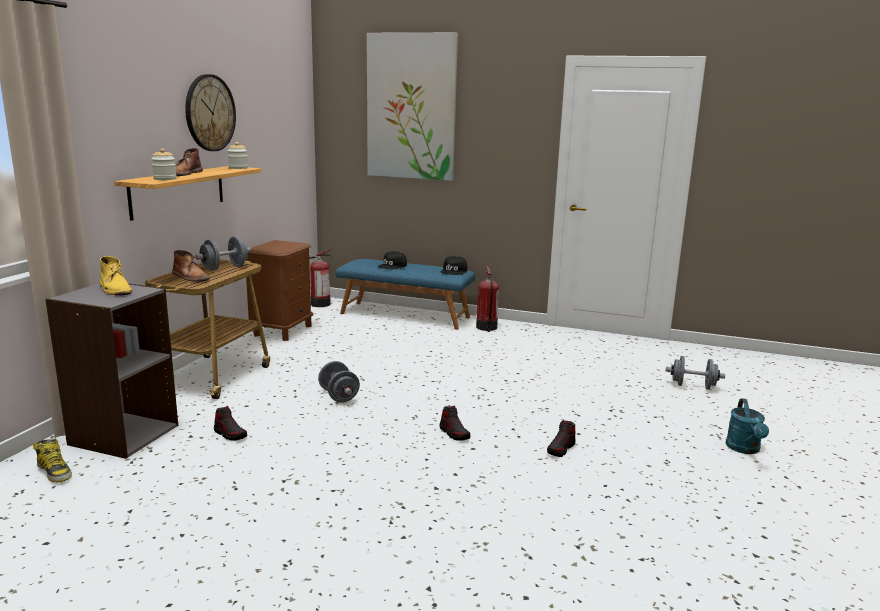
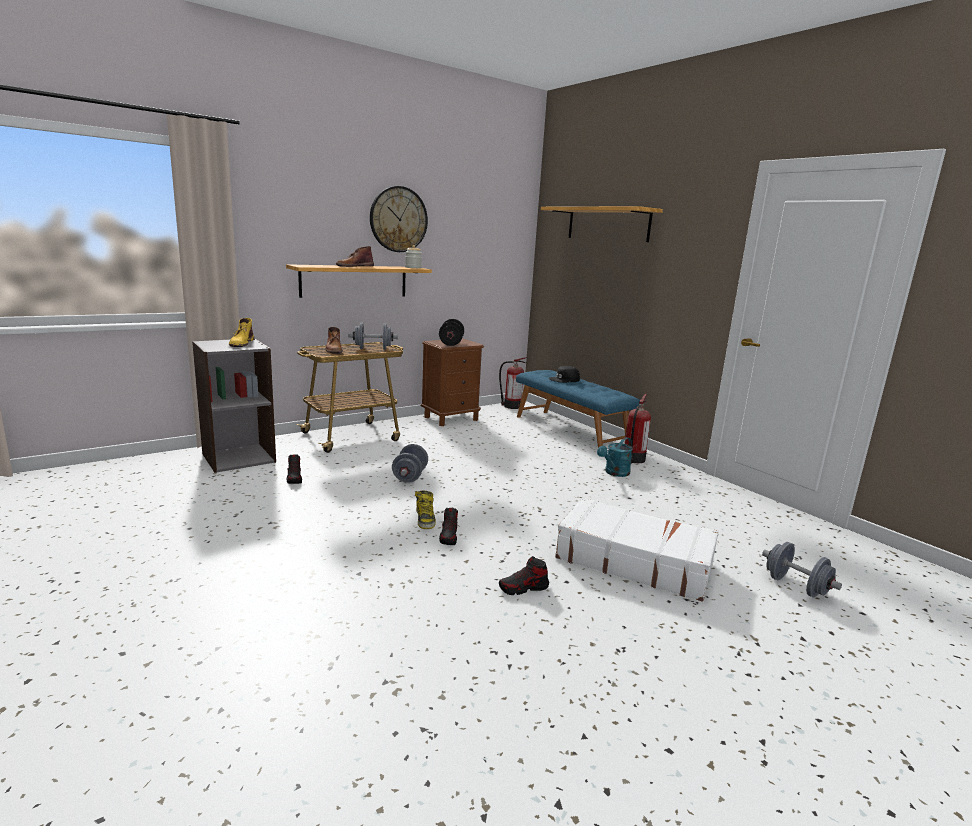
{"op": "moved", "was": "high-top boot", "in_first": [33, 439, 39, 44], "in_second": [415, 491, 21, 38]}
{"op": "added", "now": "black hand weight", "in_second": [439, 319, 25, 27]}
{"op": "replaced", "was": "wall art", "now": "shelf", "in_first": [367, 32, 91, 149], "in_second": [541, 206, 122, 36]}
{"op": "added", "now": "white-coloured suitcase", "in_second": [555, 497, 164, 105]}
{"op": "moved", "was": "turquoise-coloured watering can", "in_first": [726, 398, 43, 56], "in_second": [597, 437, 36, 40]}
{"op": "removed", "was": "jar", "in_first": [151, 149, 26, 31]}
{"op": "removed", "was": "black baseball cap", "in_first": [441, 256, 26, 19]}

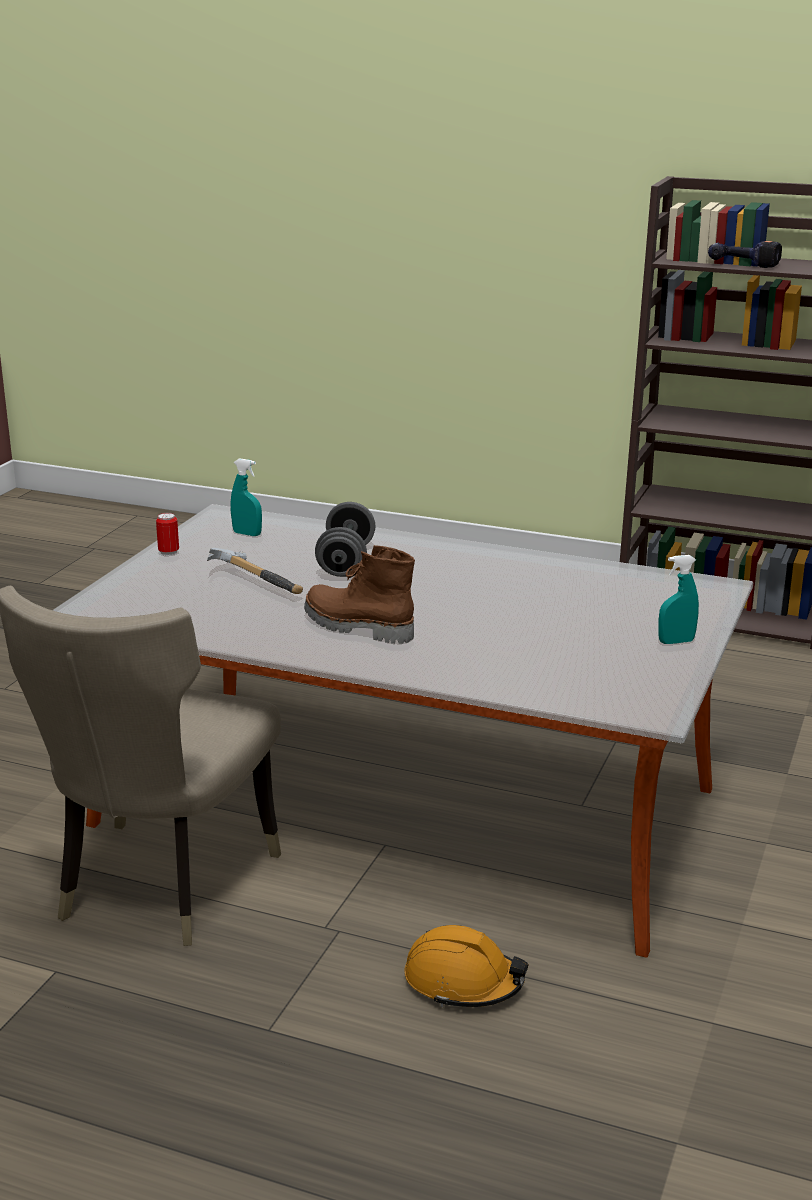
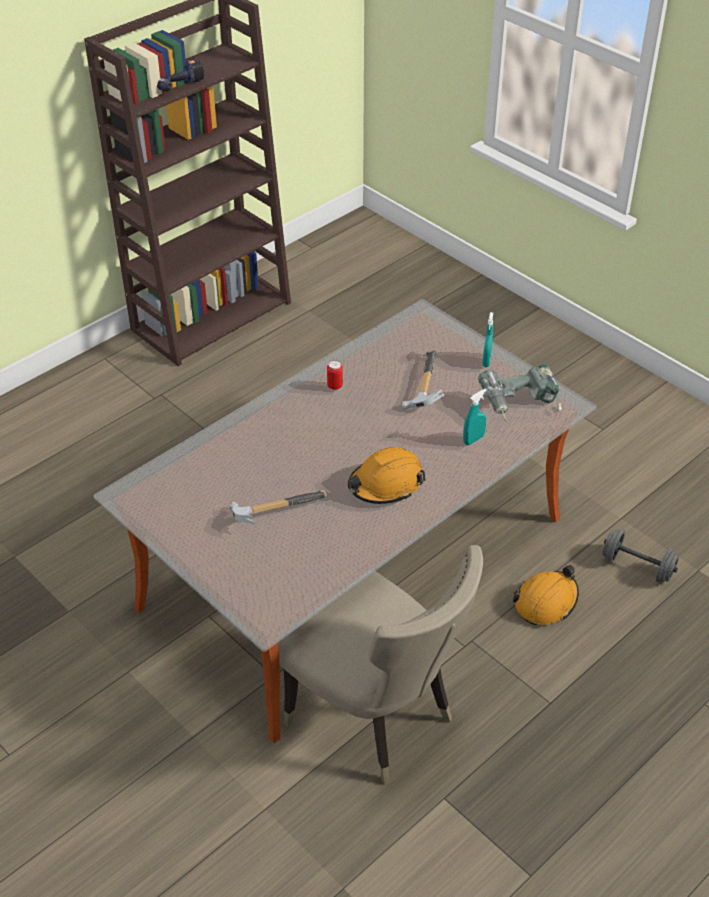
{"op": "moved", "was": "metal can", "in_first": [156, 513, 23, 43], "in_second": [327, 361, 16, 30]}
{"op": "replaced", "was": "brownish high-top boot", "now": "orange safety helmet", "in_first": [304, 545, 111, 99], "in_second": [348, 447, 78, 57]}
{"op": "added", "now": "tool hammer", "in_second": [402, 350, 42, 60]}
{"op": "moved", "was": "turquoise-coloured sprayer", "in_first": [231, 458, 31, 78], "in_second": [463, 389, 23, 56]}
{"op": "added", "now": "drill", "in_second": [478, 364, 84, 58]}
{"op": "moved", "was": "grey hand weight", "in_first": [315, 502, 60, 75], "in_second": [602, 529, 77, 53]}

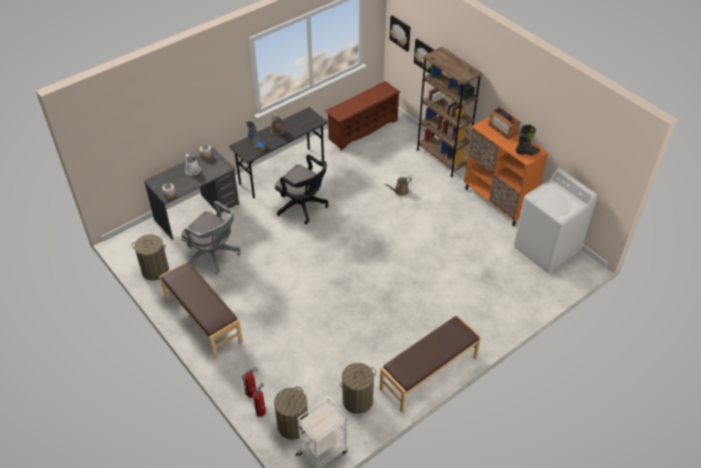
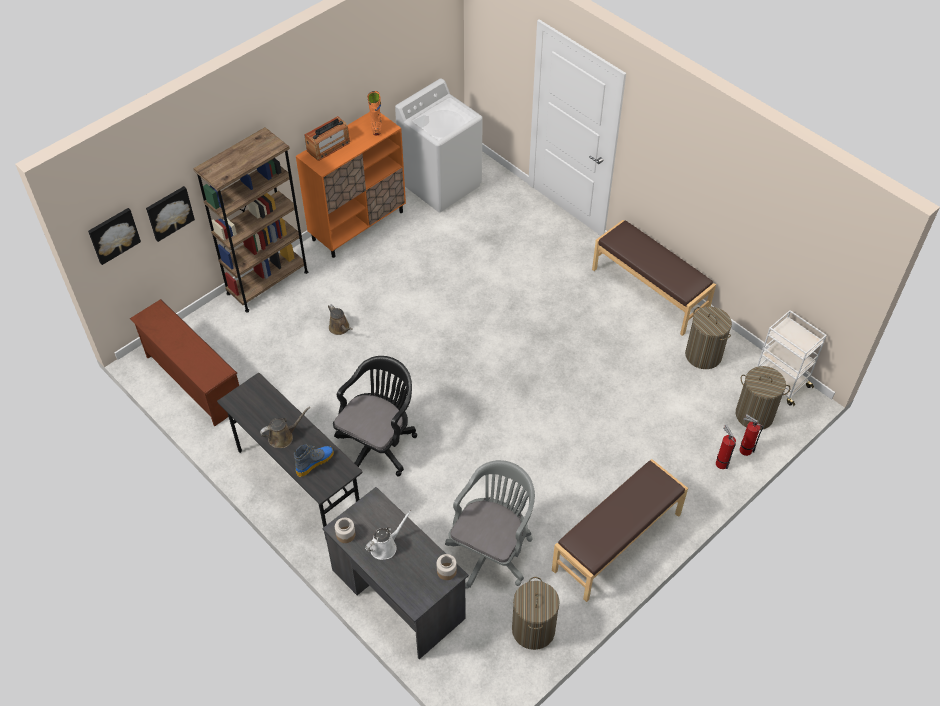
{"op": "recoloured", "was": "black high-top boot", "now": "orange high-top boot", "in_first": [516, 125, 24, 30], "in_second": [367, 91, 15, 44]}

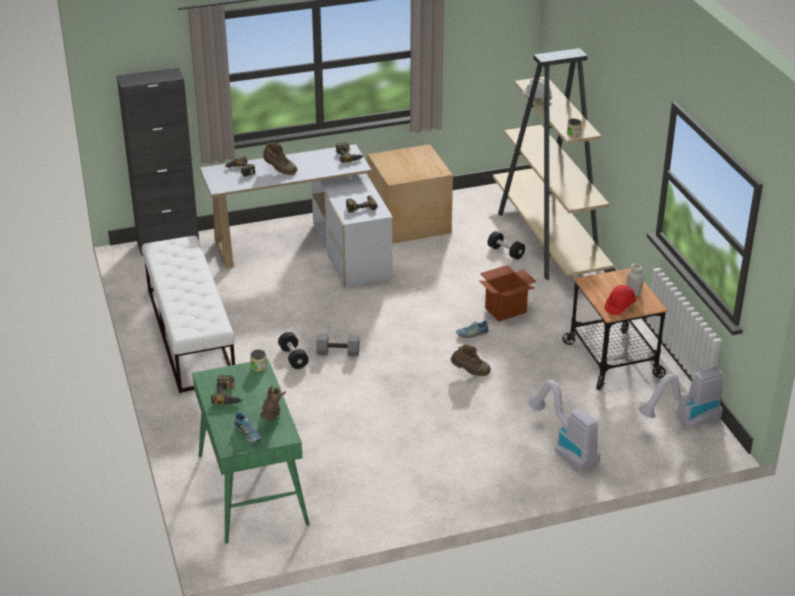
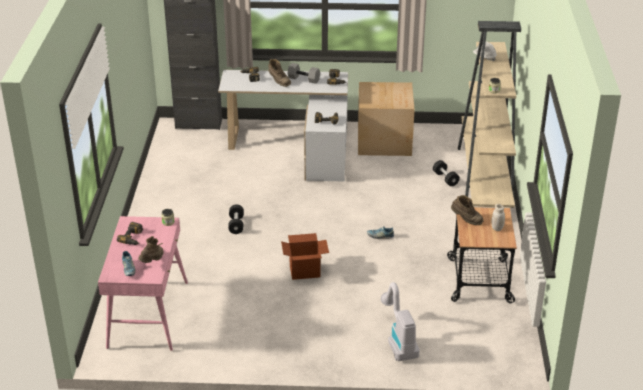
{"op": "recoloured", "was": "green-coloured desk unit", "now": "pink desk unit", "in_first": [192, 359, 118, 185], "in_second": [98, 216, 90, 135]}
{"op": "moved", "was": "packing box", "in_first": [479, 265, 58, 56], "in_second": [281, 233, 48, 47]}
{"op": "moved", "was": "grey hand weight", "in_first": [316, 334, 43, 22], "in_second": [287, 63, 33, 21]}
{"op": "moved", "was": "brownish high-top boot", "in_first": [451, 344, 40, 32], "in_second": [451, 195, 33, 30]}
{"op": "removed", "was": "white-coloured bench", "in_first": [142, 236, 93, 157]}
{"op": "removed", "was": "red safety helmet", "in_first": [604, 285, 32, 30]}
{"op": "removed", "was": "hoover", "in_first": [639, 367, 84, 61]}

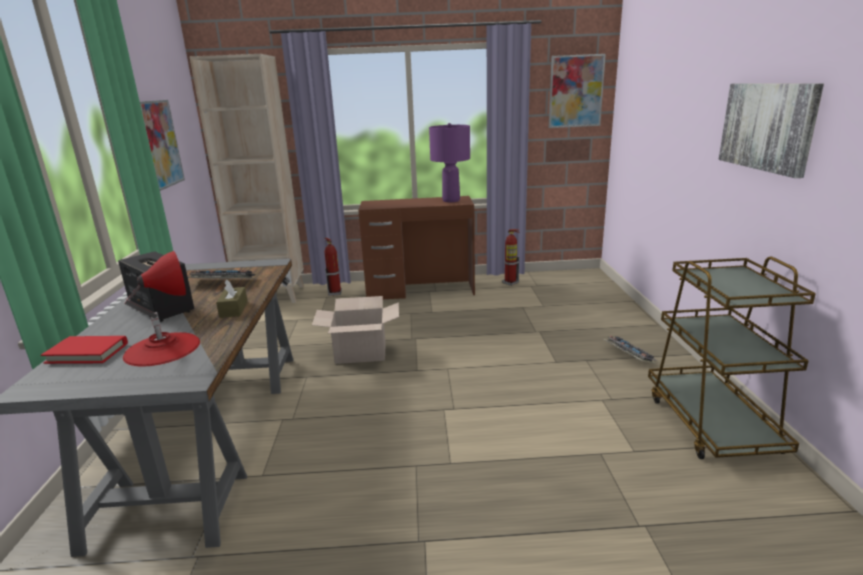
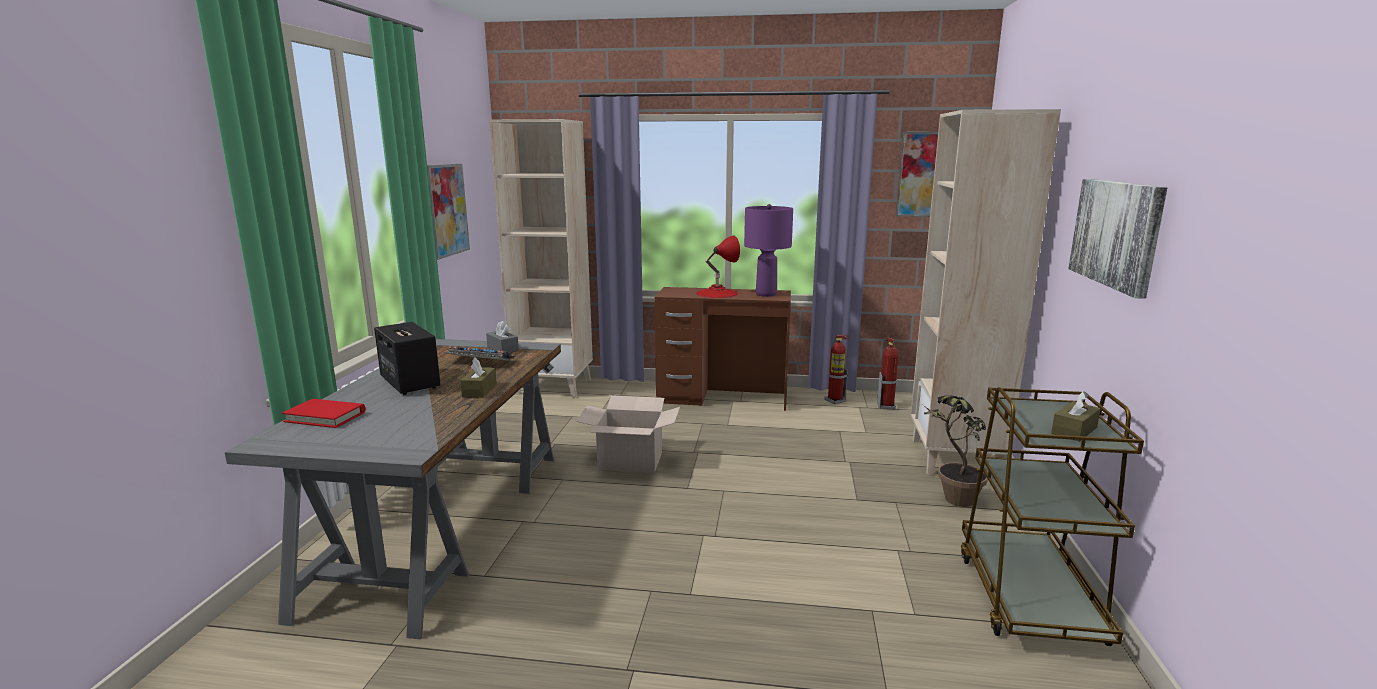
{"op": "added", "now": "grey tissue holder", "in_second": [486, 321, 33, 31]}
{"op": "moved", "was": "red lamp for a table", "in_first": [123, 251, 77, 116], "in_second": [696, 236, 44, 62]}
{"op": "moved", "was": "extinguisher", "in_first": [324, 238, 18, 58], "in_second": [877, 337, 21, 73]}
{"op": "added", "now": "beige bookcase", "in_second": [910, 109, 151, 367]}
{"op": "replaced", "was": "keyboard", "now": "potted plant", "in_first": [604, 335, 53, 29], "in_second": [923, 395, 65, 112]}
{"op": "added", "now": "brownish tissue holder", "in_second": [1051, 391, 50, 51]}

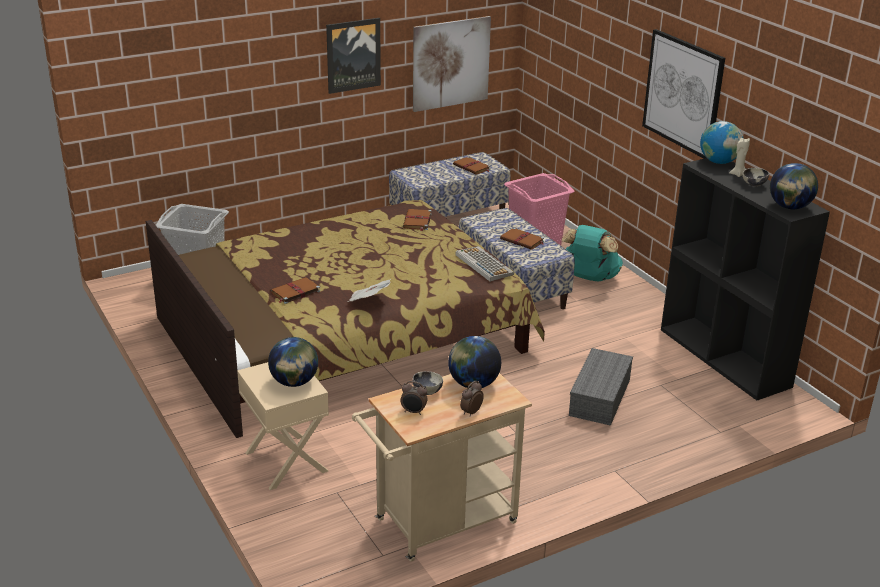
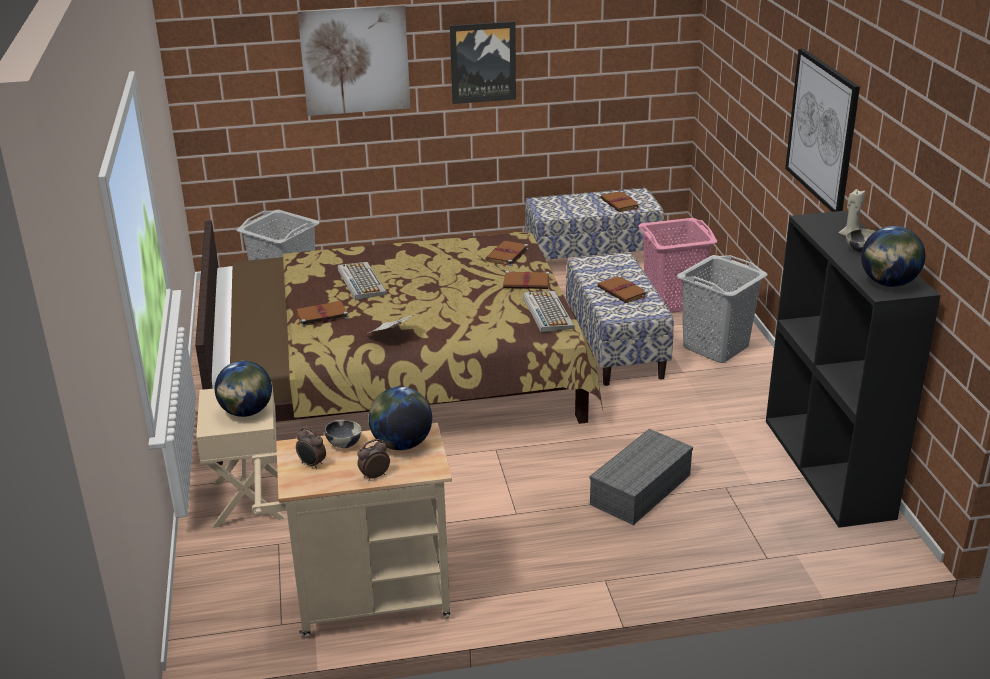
{"op": "moved", "was": "wall art", "in_first": [413, 16, 78, 96], "in_second": [297, 5, 114, 111]}
{"op": "added", "now": "keyboard", "in_second": [338, 262, 49, 38]}
{"op": "added", "now": "brownish volume", "in_second": [503, 271, 50, 18]}
{"op": "replaced", "was": "turquoise-coloured backpack", "now": "grey laundry basket", "in_first": [562, 225, 61, 56], "in_second": [677, 255, 91, 108]}
{"op": "removed", "was": "globe", "in_first": [700, 121, 44, 43]}

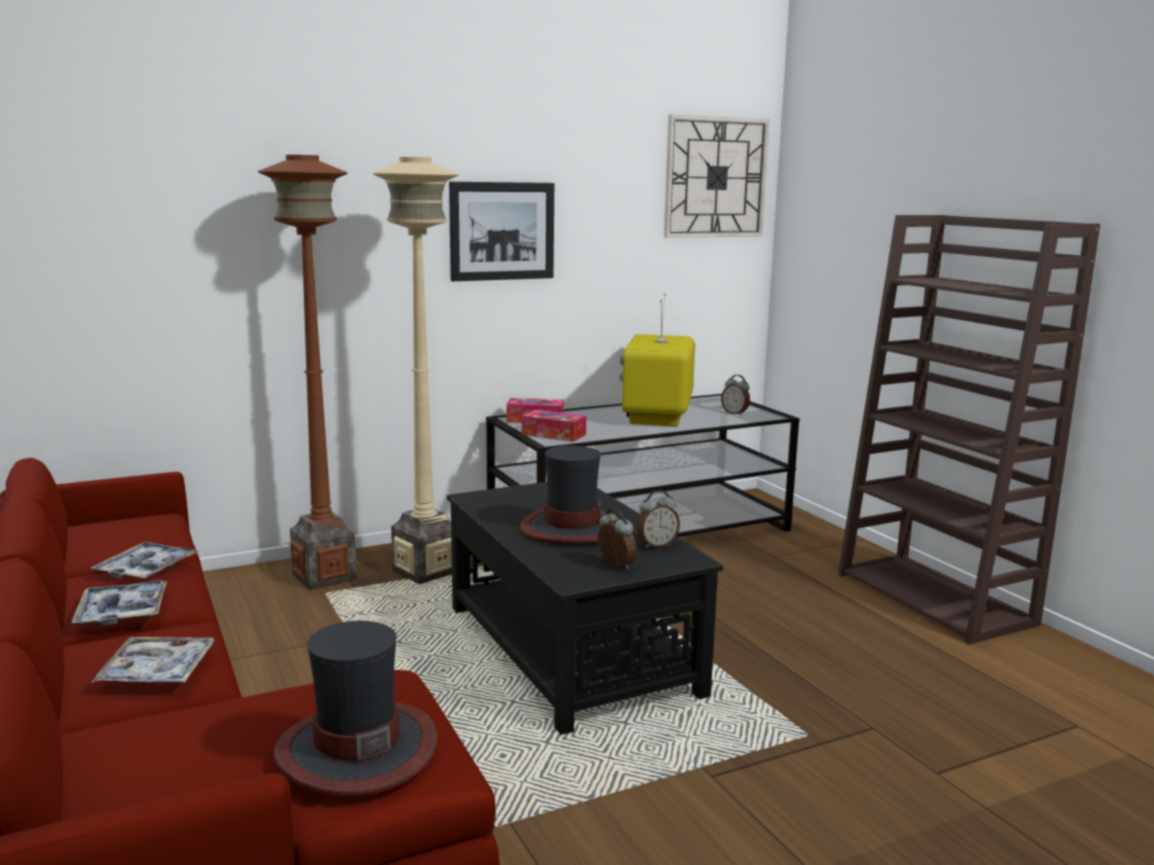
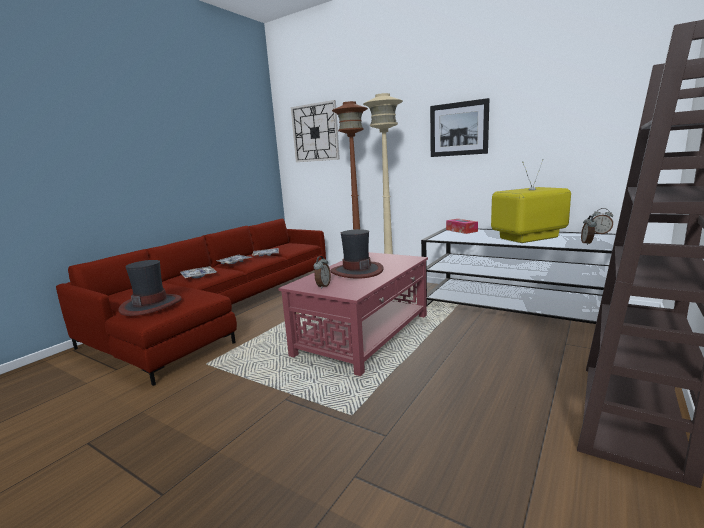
{"op": "recoloured", "was": "black coffee table", "now": "red coffee table", "in_first": [447, 482, 276, 253], "in_second": [278, 252, 150, 124]}
{"op": "moved", "was": "hanging clock", "in_first": [664, 115, 106, 123], "in_second": [291, 100, 49, 62]}
{"op": "moved", "was": "bedside clock", "in_first": [637, 490, 43, 58], "in_second": [592, 208, 21, 26]}
{"op": "removed", "was": "tissue holder", "in_first": [522, 410, 64, 32]}

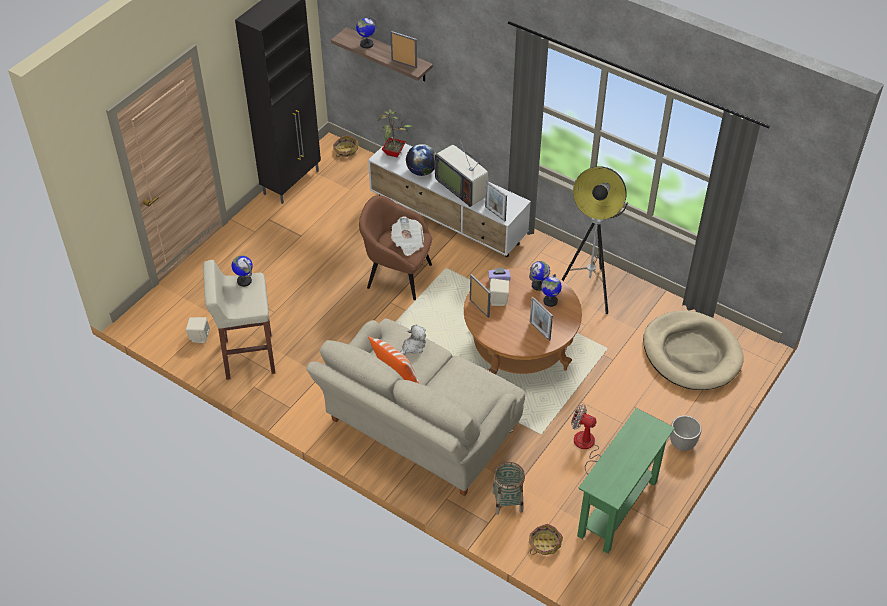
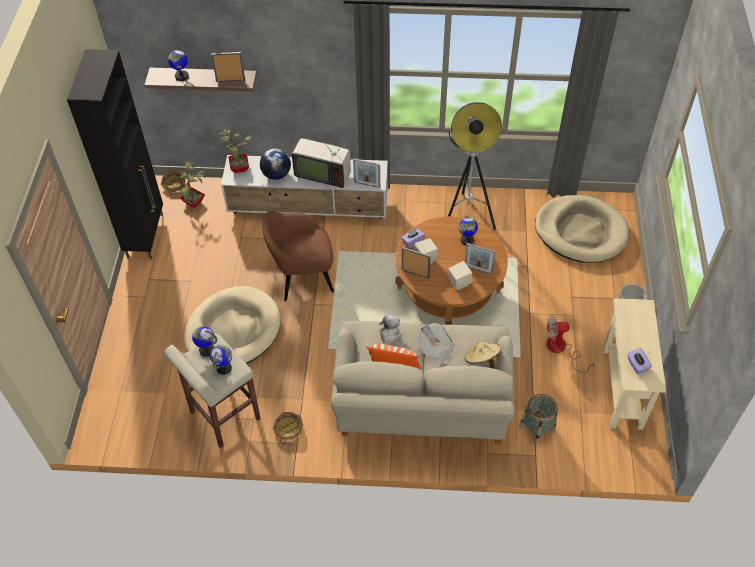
{"op": "added", "now": "potted plant", "in_second": [180, 162, 26, 46]}
{"op": "added", "now": "beige dog cushion", "in_second": [184, 286, 97, 78]}
{"op": "moved", "was": "globe", "in_first": [529, 261, 21, 30], "in_second": [210, 345, 22, 30]}
{"op": "moved", "was": "storage basket", "in_first": [529, 524, 34, 31], "in_second": [273, 412, 30, 32]}
{"op": "moved", "was": "newspaper", "in_first": [391, 217, 33, 39], "in_second": [418, 323, 37, 40]}
{"op": "moved", "was": "beige loudspeaker", "in_first": [186, 317, 24, 26], "in_second": [448, 261, 24, 29]}
{"op": "added", "now": "beige wearable hat", "in_second": [465, 341, 36, 28]}
{"op": "recoloured", "was": "green-coloured hall table", "now": "beige hall table", "in_first": [577, 408, 98, 146], "in_second": [602, 298, 64, 132]}
{"op": "added", "now": "purple tissue holder", "in_second": [627, 348, 25, 26]}

